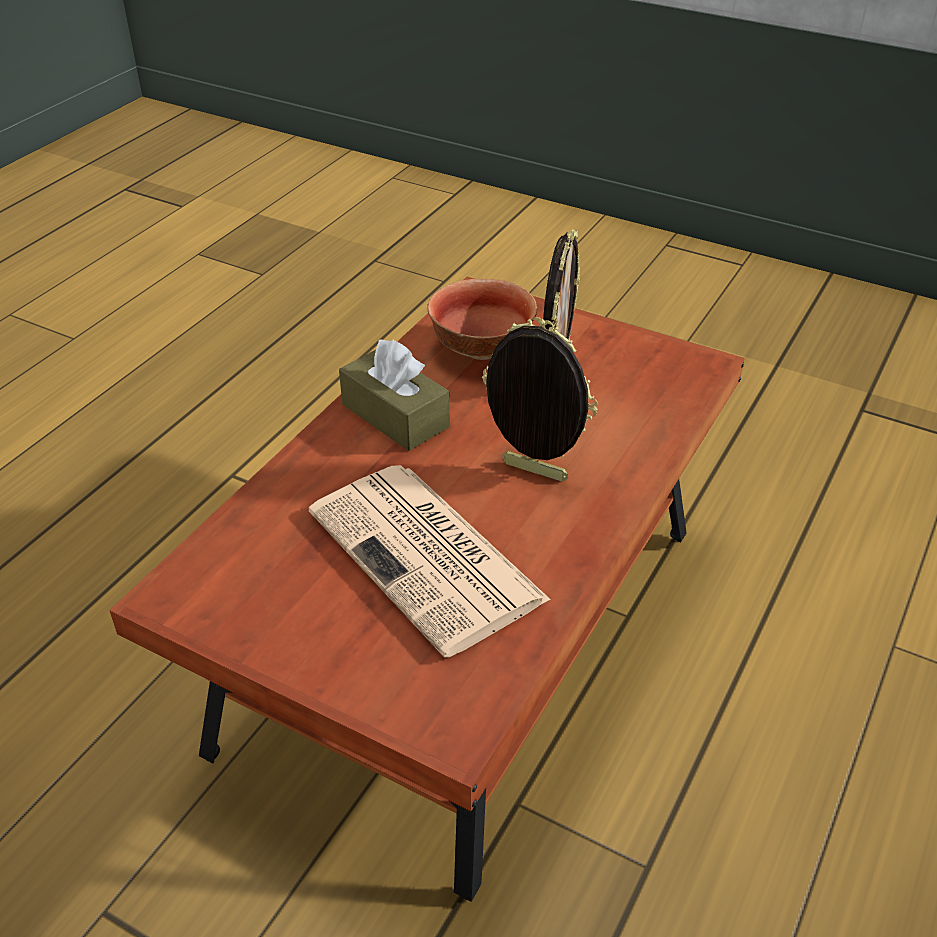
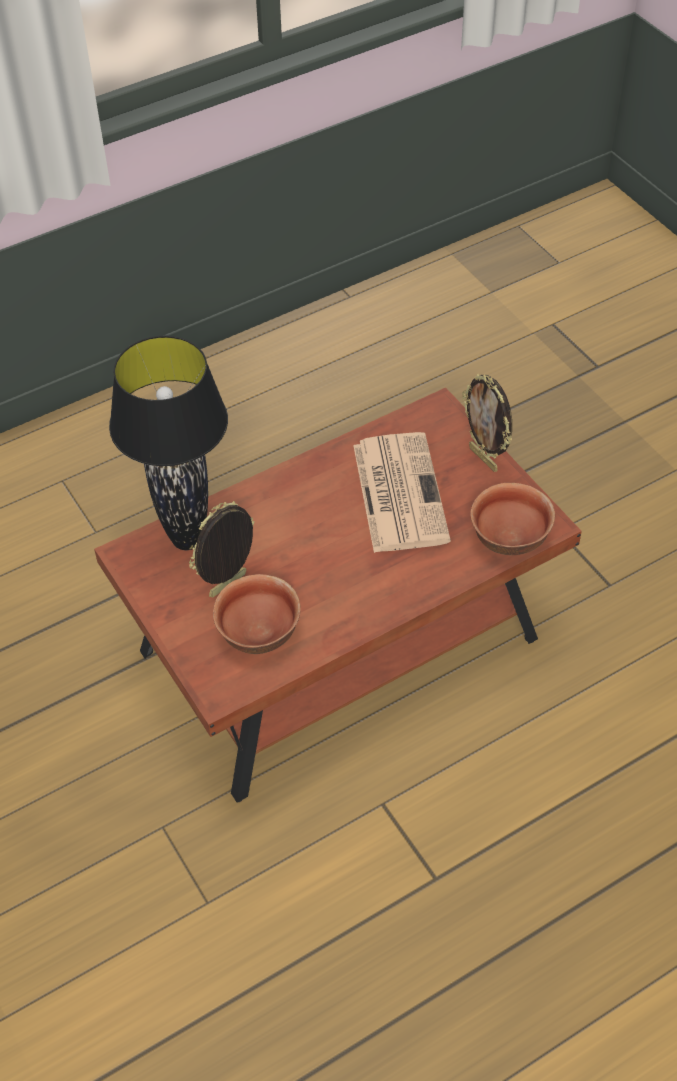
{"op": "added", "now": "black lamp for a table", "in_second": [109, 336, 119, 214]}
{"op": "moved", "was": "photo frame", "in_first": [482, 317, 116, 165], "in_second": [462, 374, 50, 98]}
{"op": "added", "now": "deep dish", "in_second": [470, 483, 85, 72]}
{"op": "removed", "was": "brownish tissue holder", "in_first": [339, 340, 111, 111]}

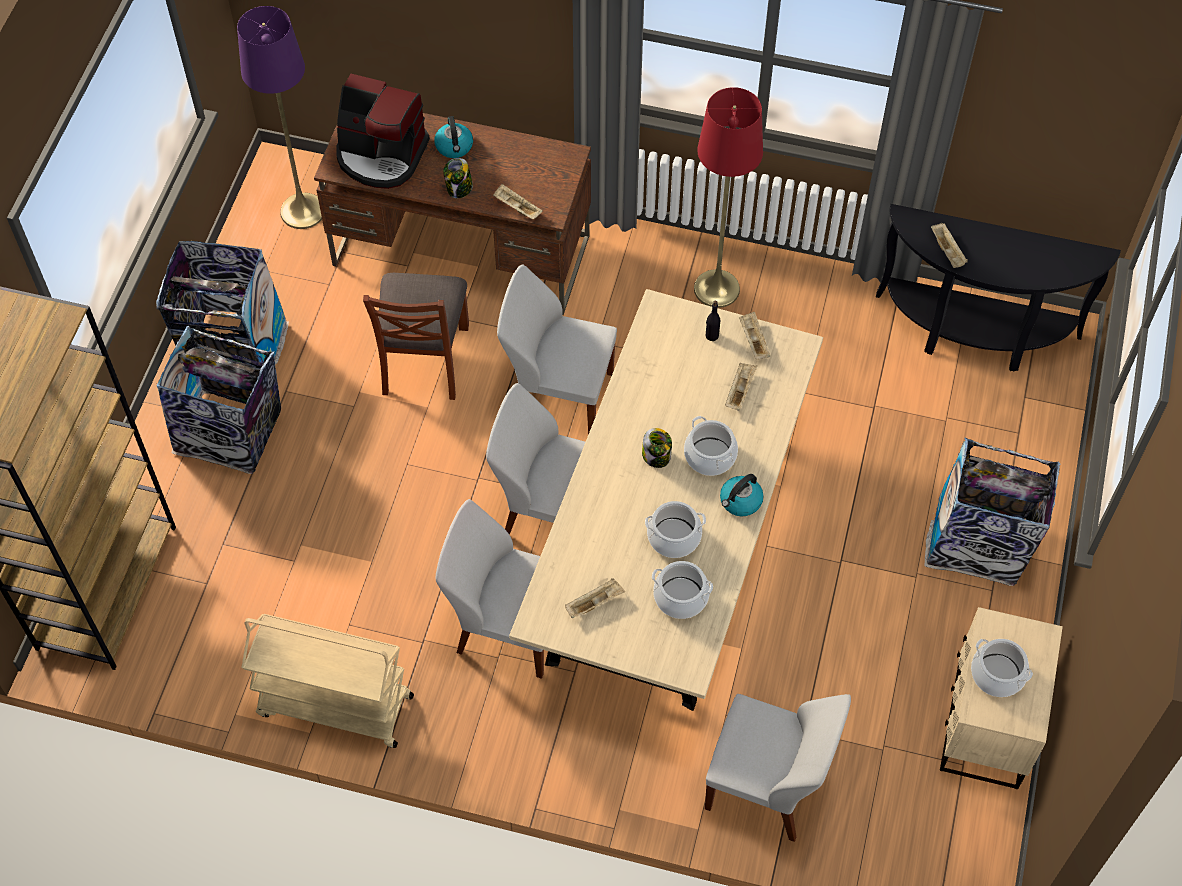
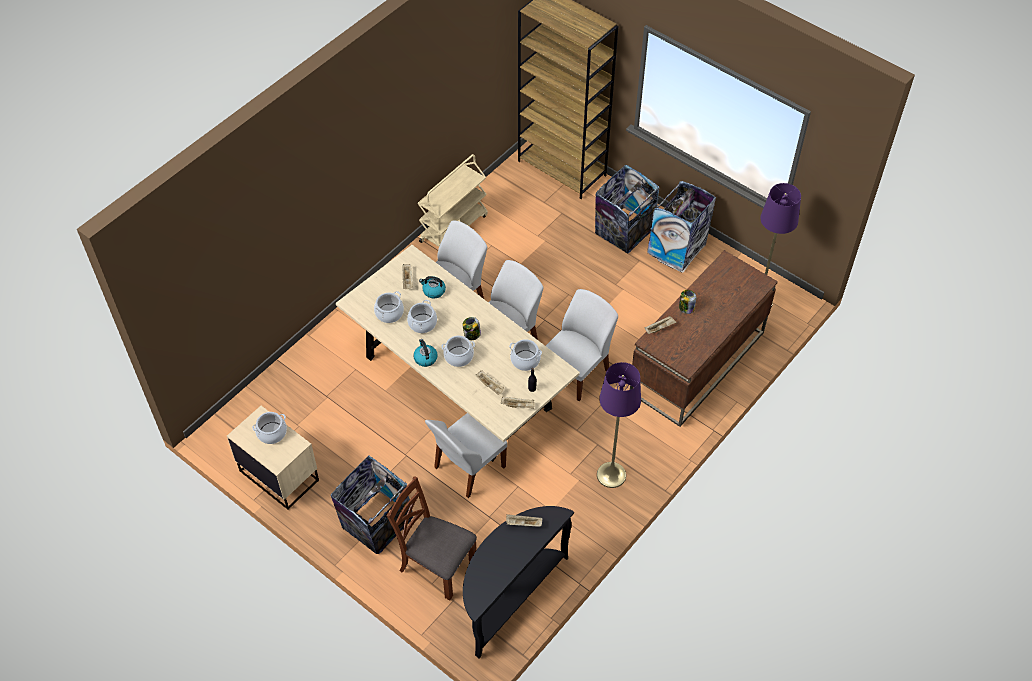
{"op": "moved", "was": "brownish plain chair", "in_first": [363, 273, 106, 127], "in_second": [386, 476, 91, 124]}
{"op": "moved", "was": "tea kettle", "in_first": [434, 116, 39, 42], "in_second": [419, 276, 27, 23]}
{"op": "moved", "was": "white-coloured plain chair", "in_first": [705, 694, 146, 148], "in_second": [425, 413, 82, 85]}
{"op": "added", "now": "stockpot", "in_second": [509, 339, 33, 32]}
{"op": "recoloured", "was": "red standard lamp", "now": "purple standard lamp", "in_first": [694, 87, 69, 221], "in_second": [597, 362, 44, 126]}
{"op": "removed", "was": "coffee brewer", "in_first": [336, 73, 94, 116]}

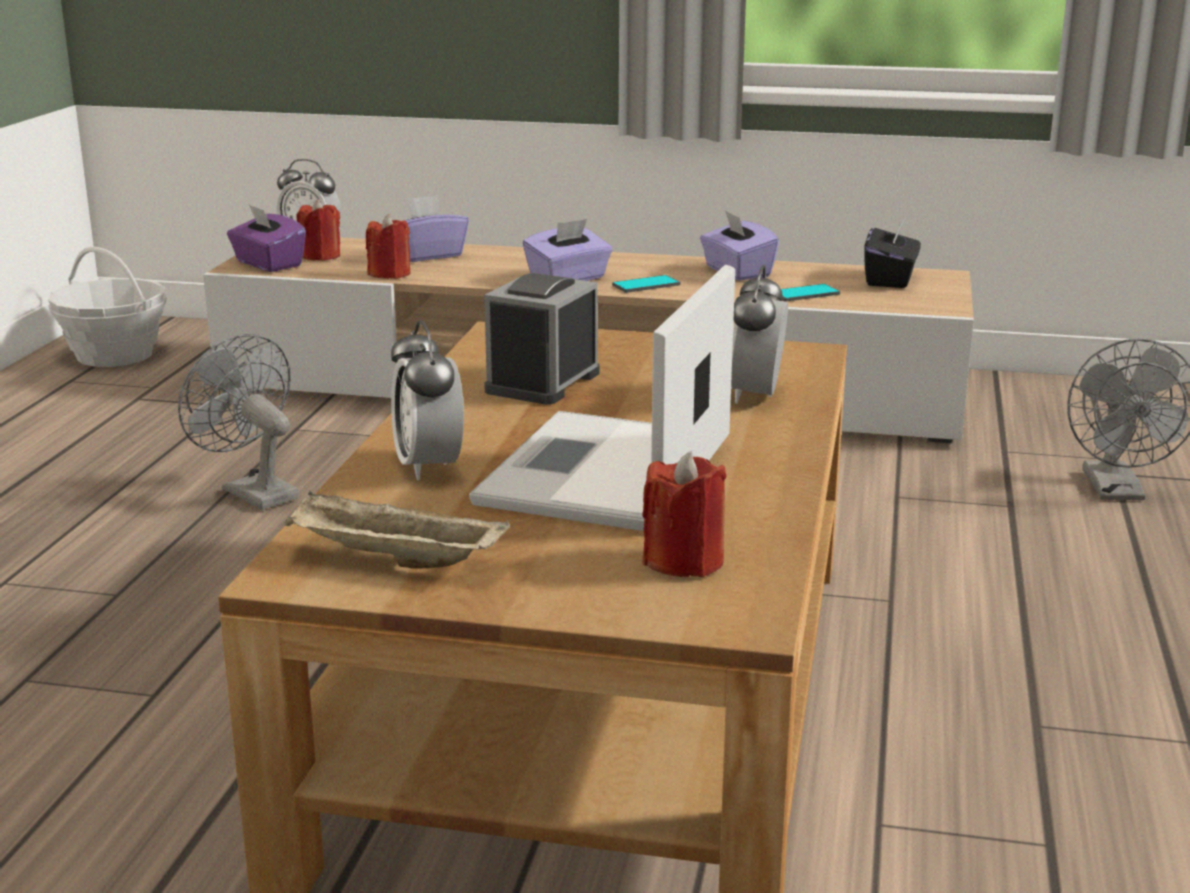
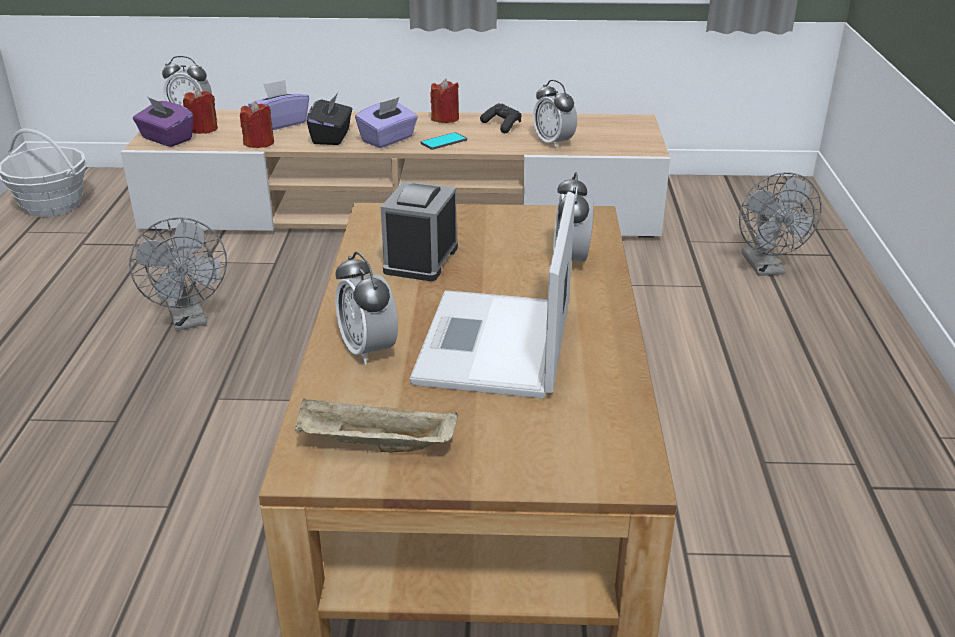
{"op": "turned", "was": "grey fan", "in_first": [178, 334, 121, 176], "in_second": [129, 217, 98, 114], "clockwise": -150}
{"op": "moved", "was": "black tissue holder", "in_first": [864, 217, 57, 71], "in_second": [307, 93, 45, 52]}
{"op": "moved", "was": "red candle", "in_first": [642, 451, 84, 126], "in_second": [431, 79, 28, 44]}
{"op": "replaced", "was": "purple tissue holder", "now": "black joypad", "in_first": [700, 210, 79, 71], "in_second": [480, 103, 42, 30]}
{"op": "replaced", "was": "handset", "now": "bedside clock", "in_first": [781, 284, 59, 18], "in_second": [533, 80, 44, 69]}

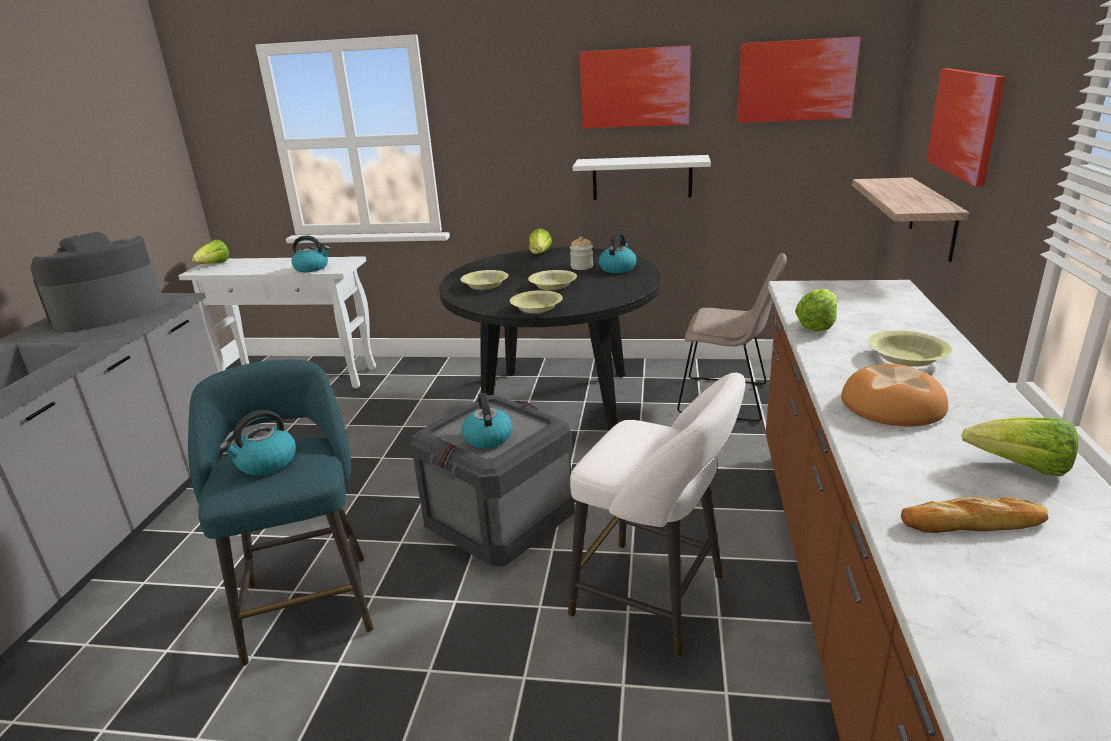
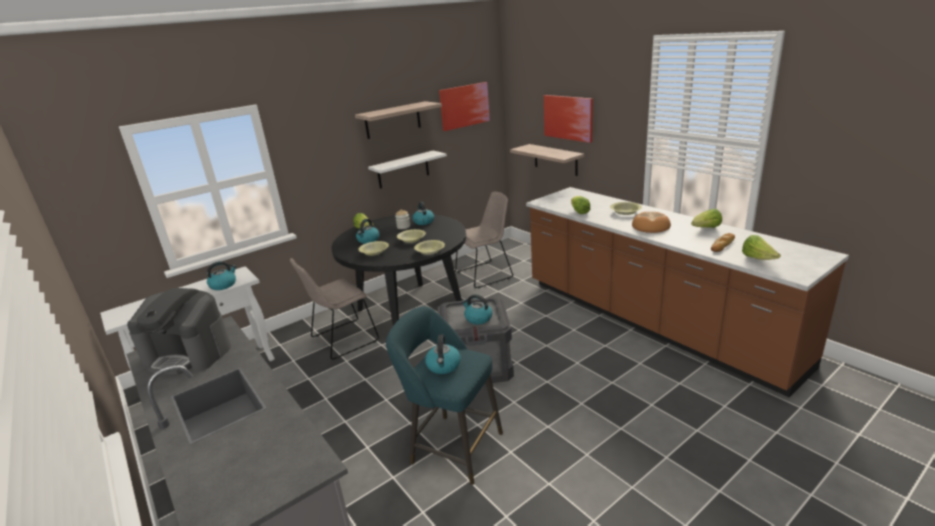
{"op": "turned", "was": "coffee brewer", "in_first": [30, 232, 135, 100], "in_second": [127, 288, 104, 86], "clockwise": -75}
{"op": "added", "now": "beige plain chair", "in_second": [290, 258, 89, 102]}
{"op": "replaced", "was": "wall art", "now": "shelf", "in_first": [579, 45, 112, 84], "in_second": [355, 101, 87, 38]}
{"op": "added", "now": "tea kettle", "in_second": [356, 219, 24, 25]}
{"op": "moved", "was": "lettuce", "in_first": [192, 240, 37, 24], "in_second": [742, 235, 39, 25]}
{"op": "removed", "was": "white-coloured sitting stool", "in_first": [568, 373, 177, 284]}

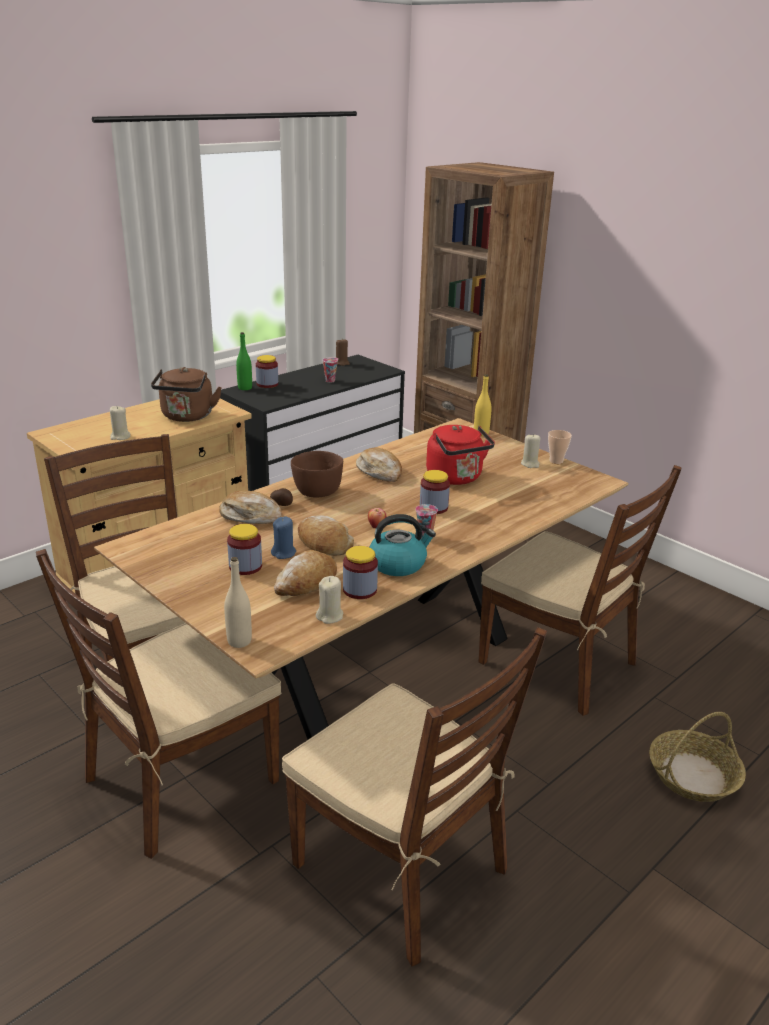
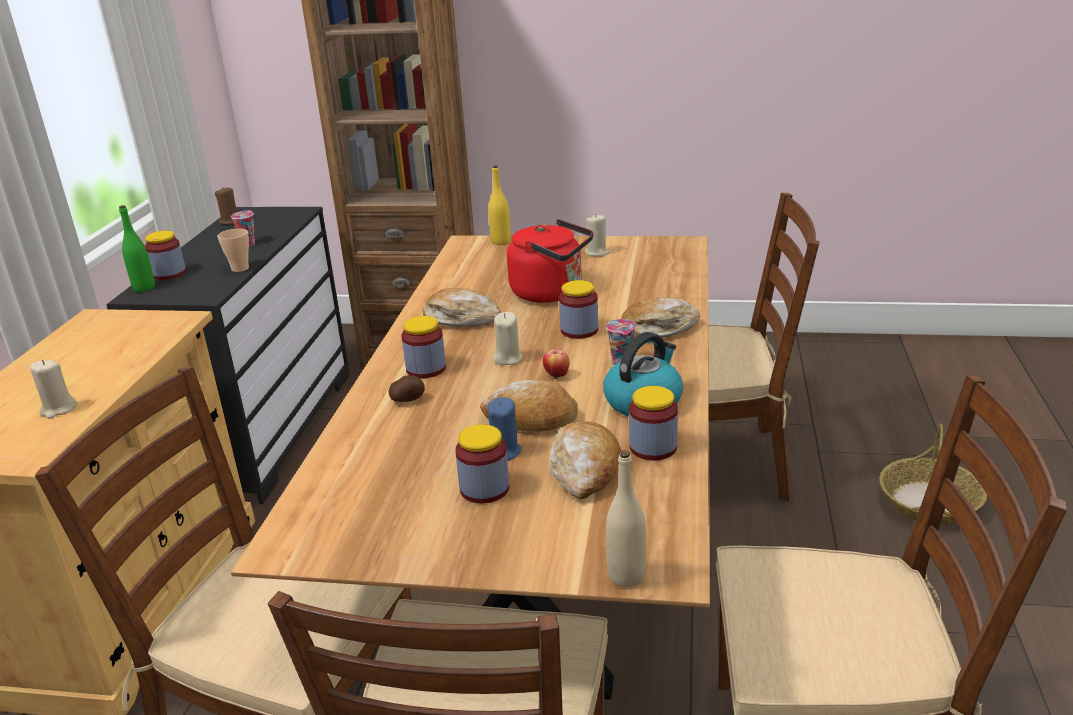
{"op": "moved", "was": "small cup", "in_first": [548, 430, 24, 34], "in_second": [217, 229, 32, 43]}
{"op": "replaced", "was": "brownish deep dish", "now": "jar", "in_first": [291, 451, 52, 46], "in_second": [401, 316, 45, 62]}
{"op": "moved", "was": "beige candle", "in_first": [316, 576, 27, 48], "in_second": [494, 312, 29, 53]}
{"op": "moved", "was": "bakery bread", "in_first": [219, 490, 63, 34], "in_second": [621, 297, 79, 41]}
{"op": "removed", "was": "brownish tea kettle", "in_first": [151, 367, 71, 55]}

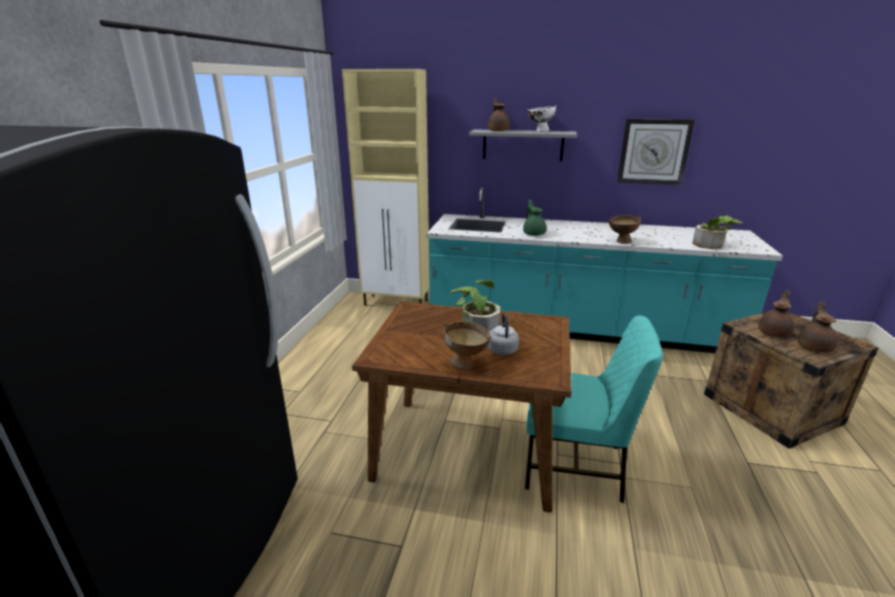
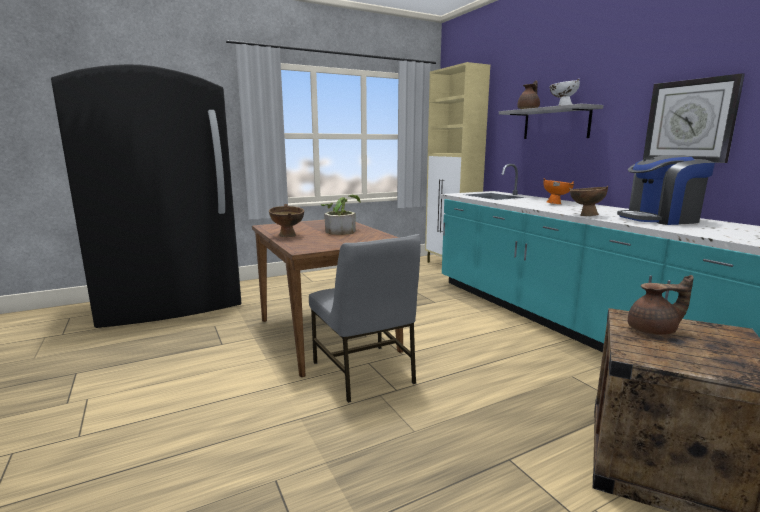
{"op": "recoloured", "was": "turquoise-coloured plain chair", "now": "grey plain chair", "in_first": [525, 315, 138, 188], "in_second": [309, 234, 112, 169]}
{"op": "added", "now": "orange deep dish", "in_second": [543, 178, 31, 26]}
{"op": "added", "now": "coffee brewer", "in_second": [617, 155, 98, 70]}
{"op": "removed", "was": "grey tea kettle", "in_first": [487, 313, 32, 42]}
{"op": "removed", "was": "green-coloured teapot", "in_first": [523, 200, 24, 36]}
{"op": "removed", "was": "potted plant", "in_first": [692, 215, 51, 34]}
{"op": "removed", "was": "brownish teapot", "in_first": [798, 301, 39, 52]}

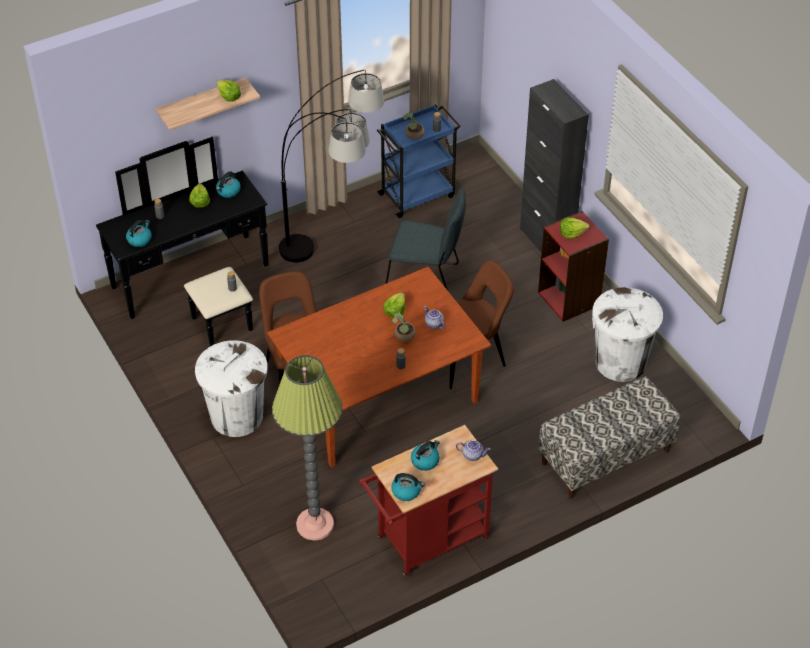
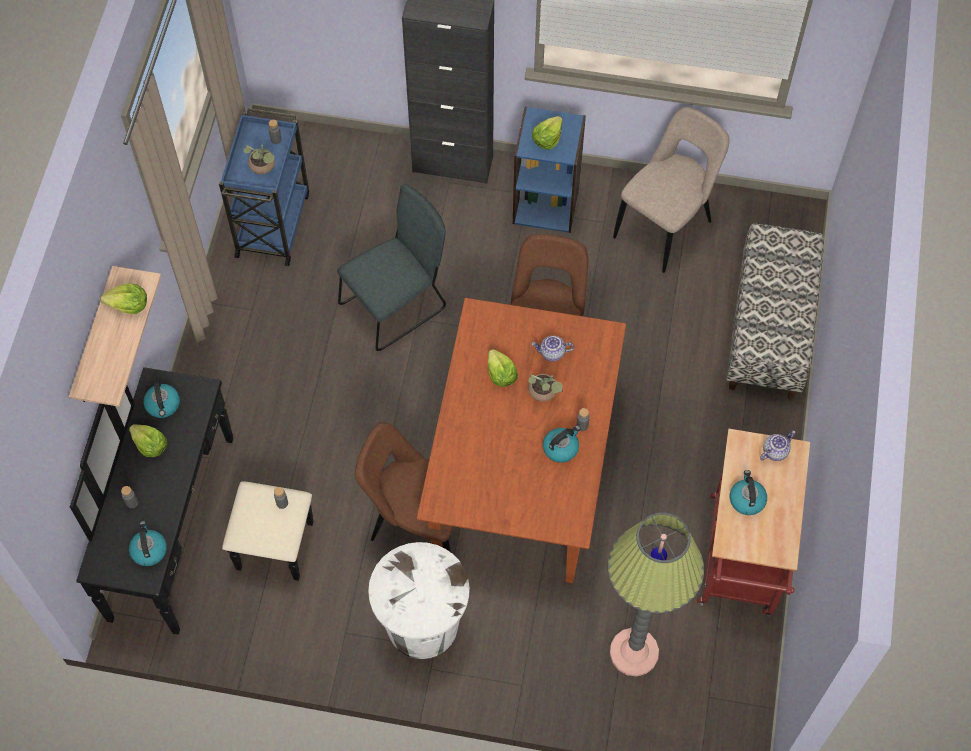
{"op": "recoloured", "was": "red bookcase", "now": "blue-coloured bookcase", "in_first": [538, 211, 71, 111], "in_second": [513, 106, 73, 127]}
{"op": "moved", "was": "tea kettle", "in_first": [391, 473, 34, 28], "in_second": [543, 425, 37, 38]}
{"op": "replaced", "was": "white-coloured waste bin", "now": "beige plain chair", "in_first": [592, 287, 71, 95], "in_second": [613, 107, 117, 166]}
{"op": "removed", "was": "standard lamp", "in_first": [279, 70, 105, 192]}

